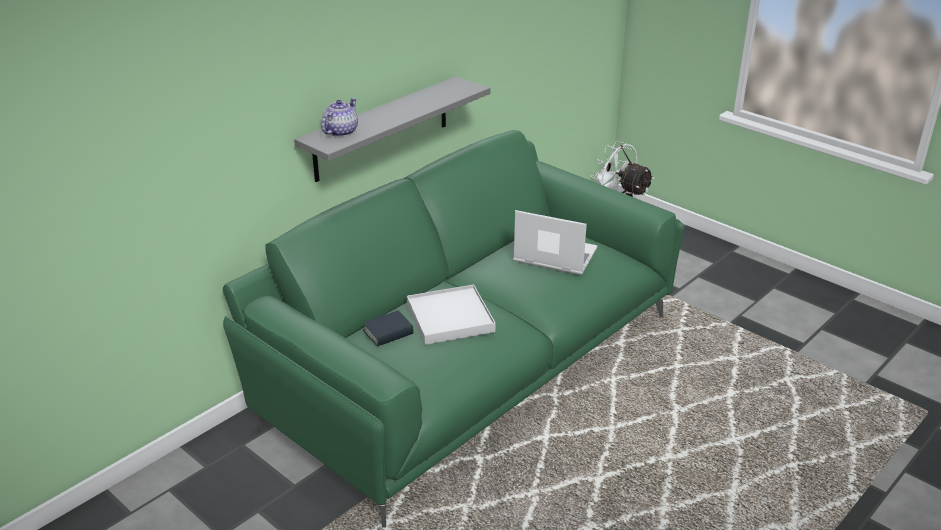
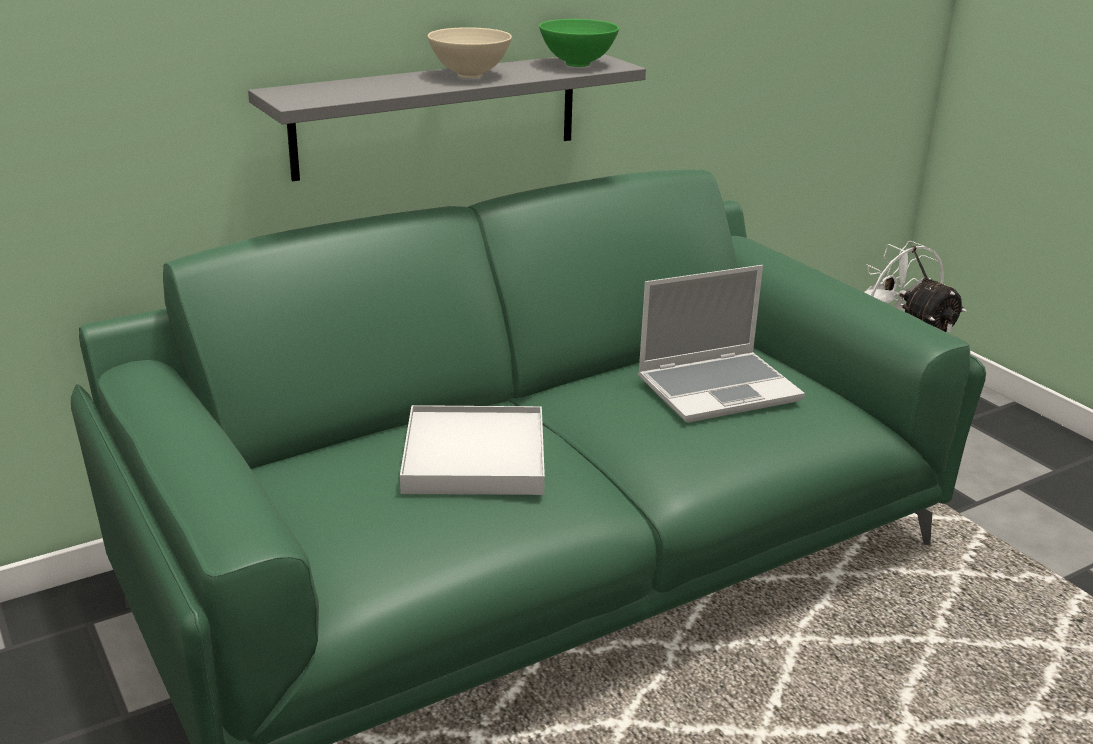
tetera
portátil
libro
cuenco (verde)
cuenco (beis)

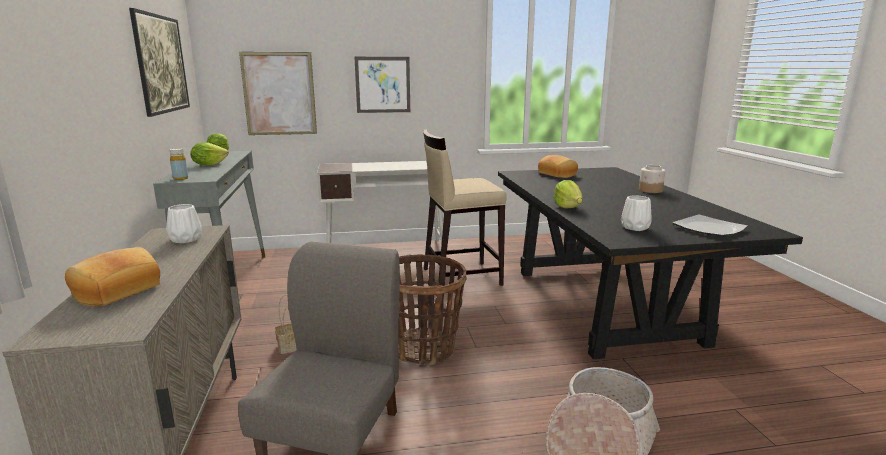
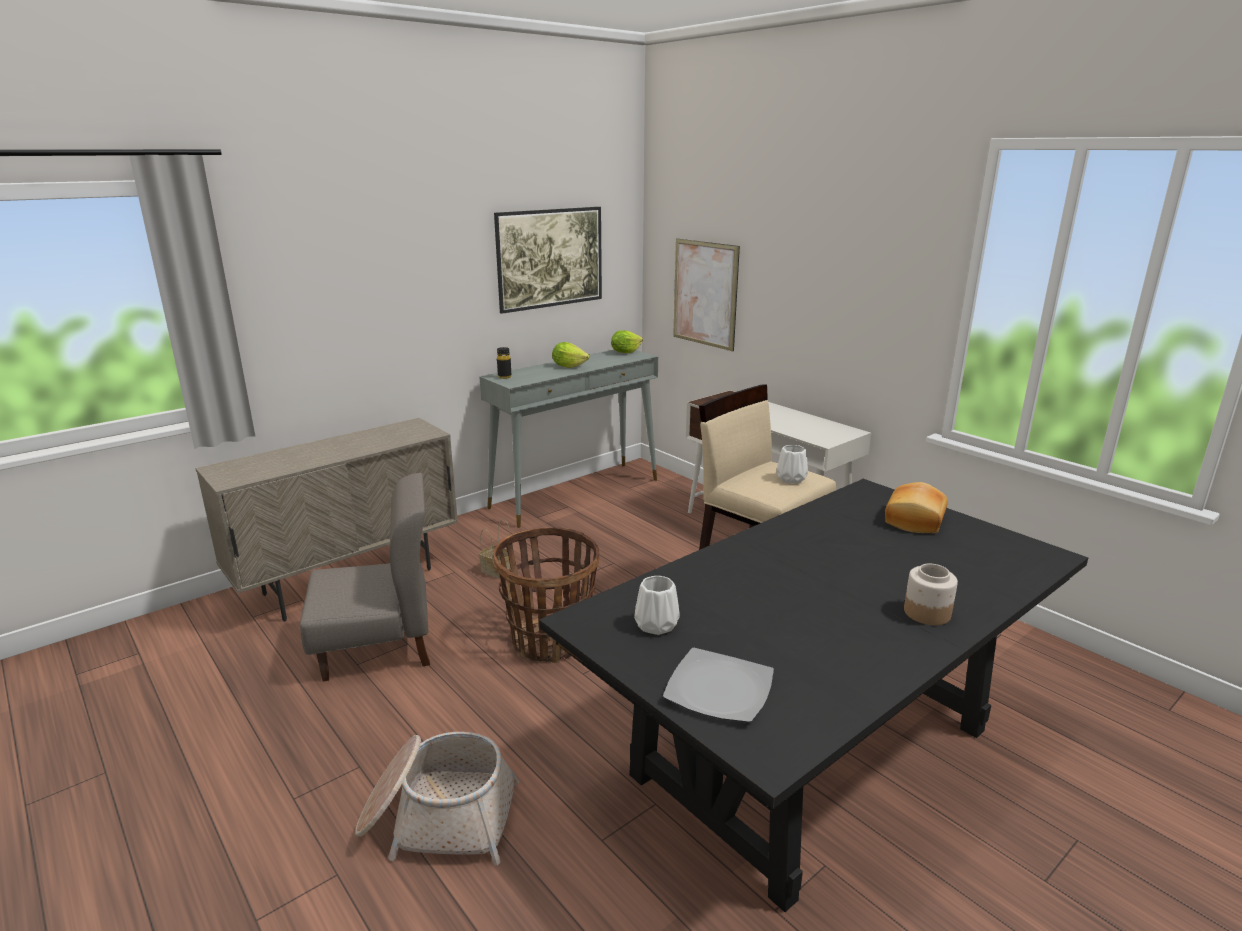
cuadro (no. 3 from left in the first image)
botella (negro)
lechuga (no. 3 from left in the first image)
florero (blanco) (no. 2 from left)
pan (no. 1 from left in the first image)

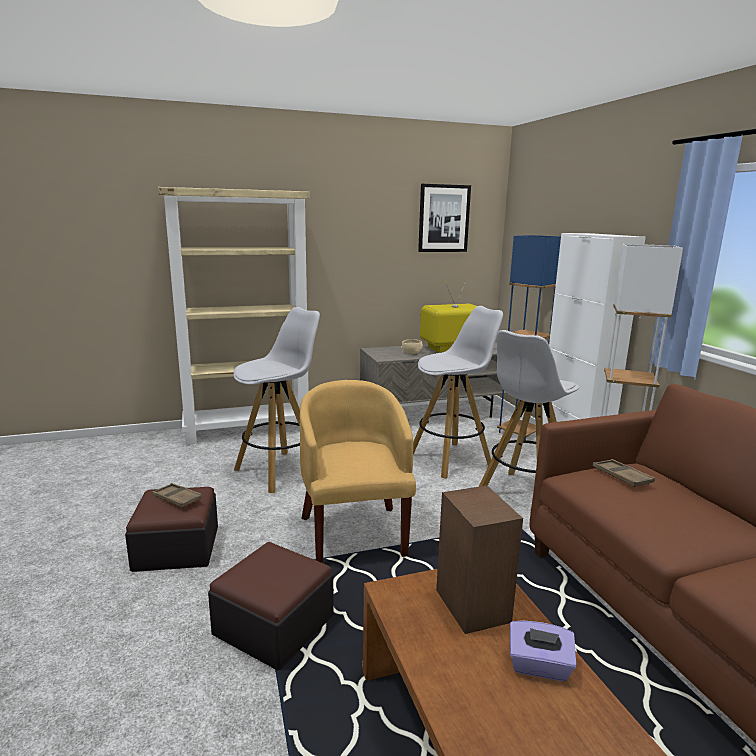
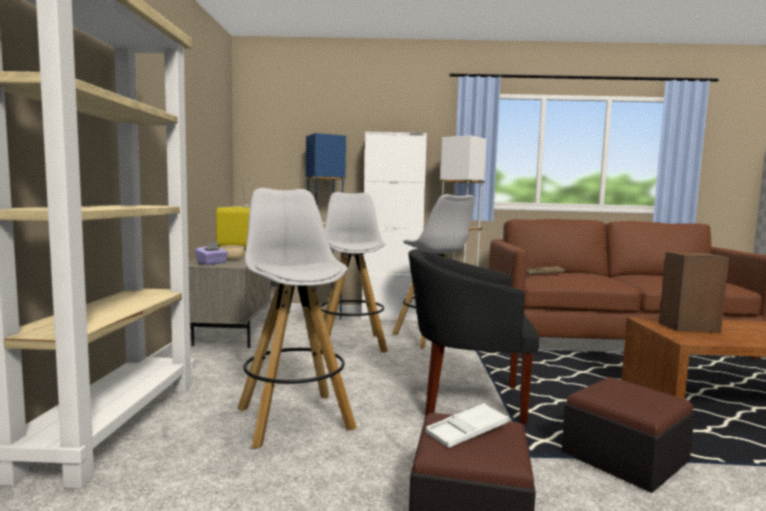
cuadro
sillón (negro)
bandeja (blanco)
caja de pañuelos (morado)

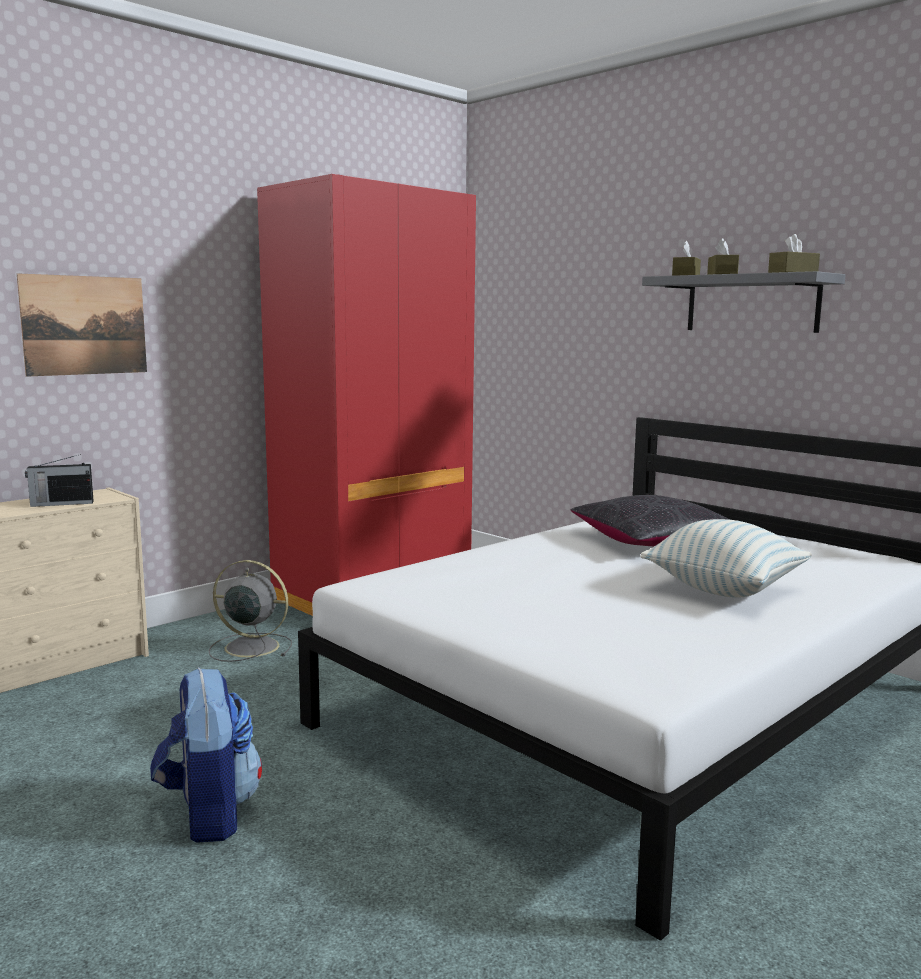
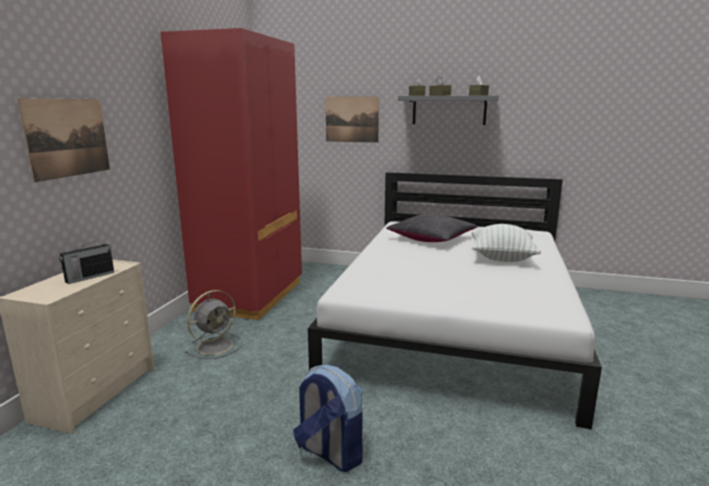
ventilador (gris)
cuadro (no. 2 from left)

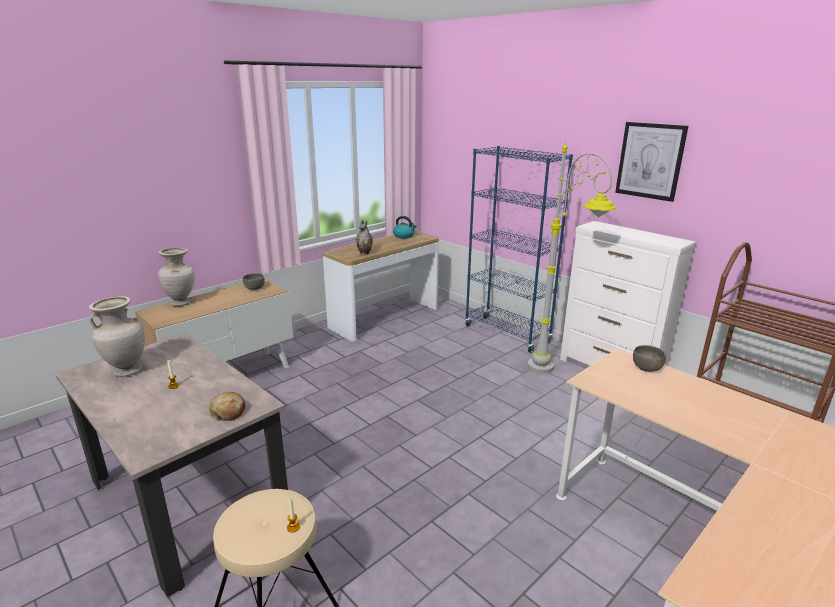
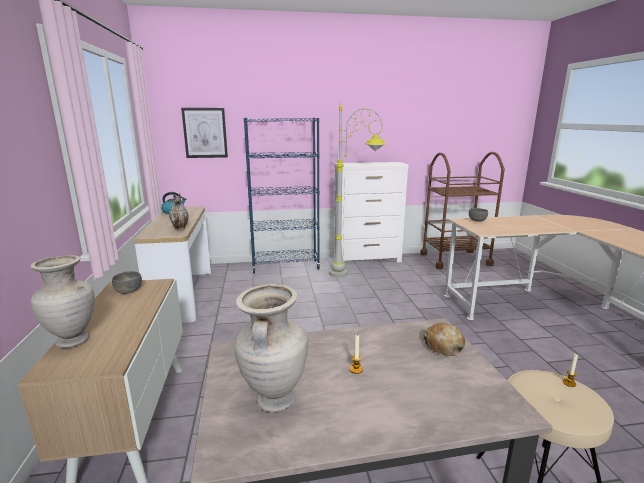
cuadro

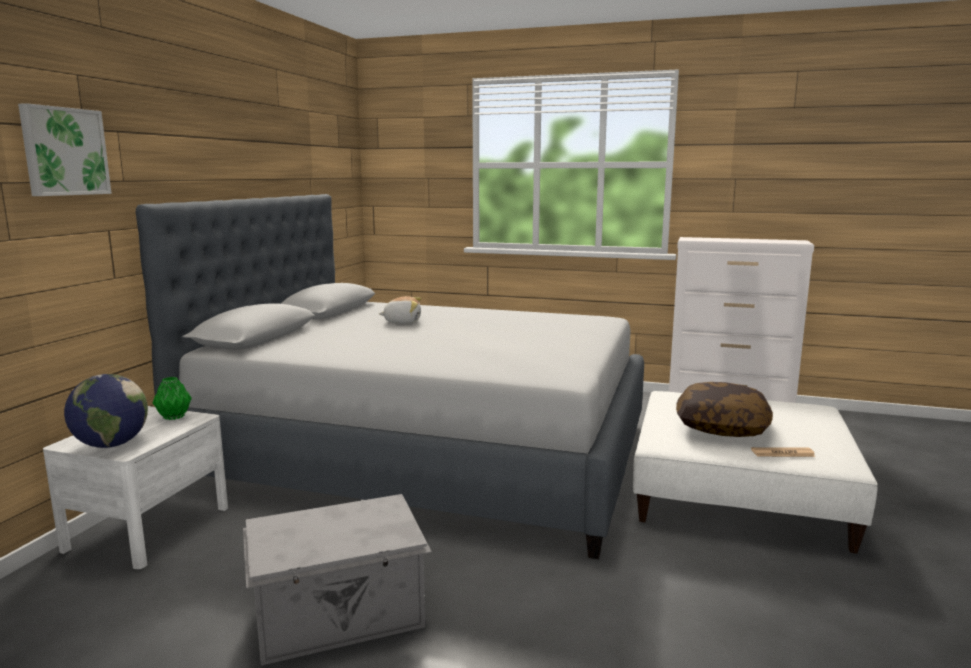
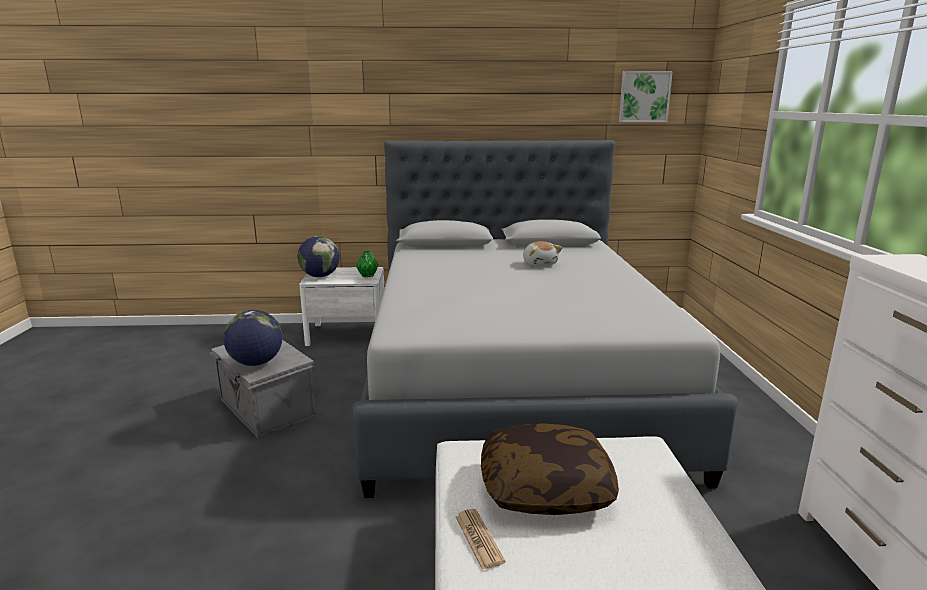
cuadro
globo terráqueo (no. 1 from left)

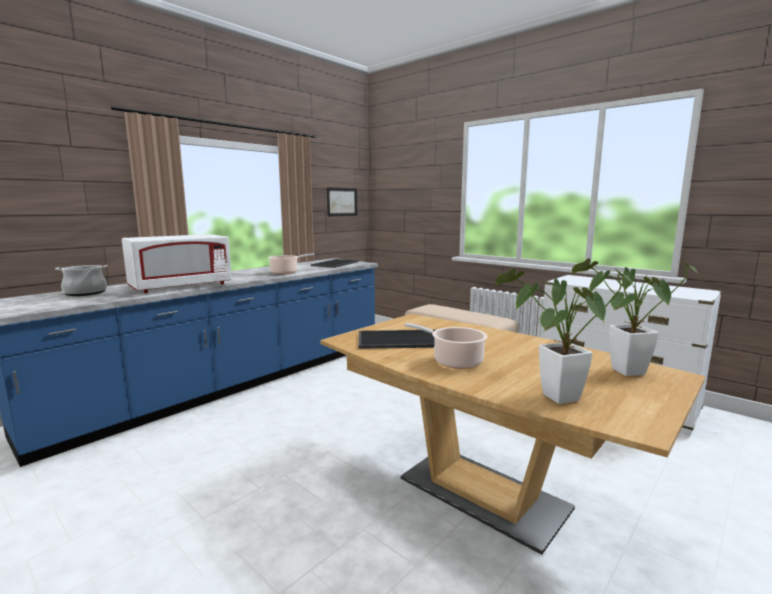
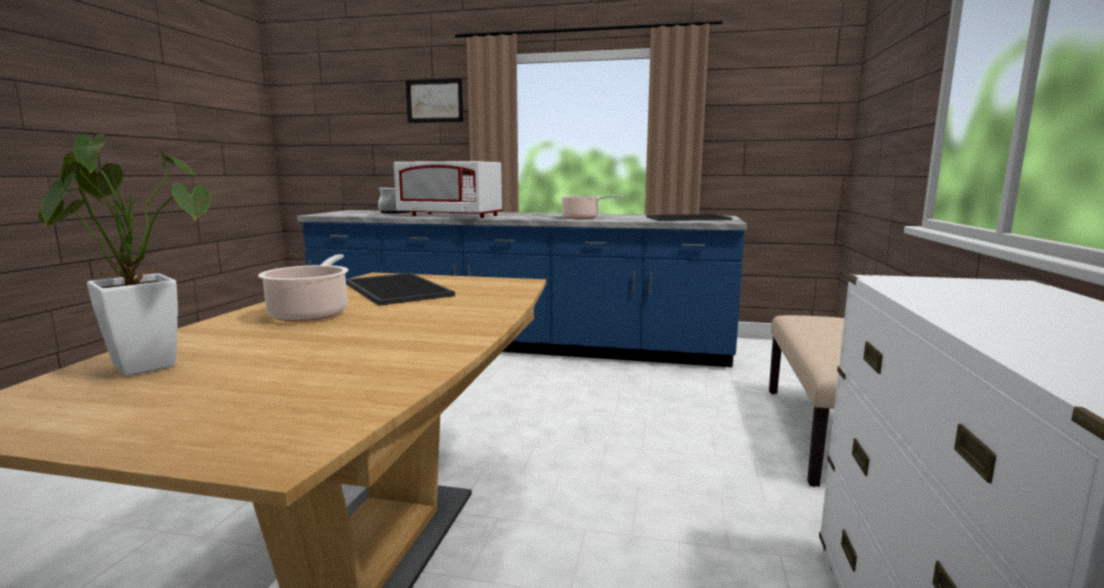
cuadro
planta en maceta (no. 2 from left in the first image)

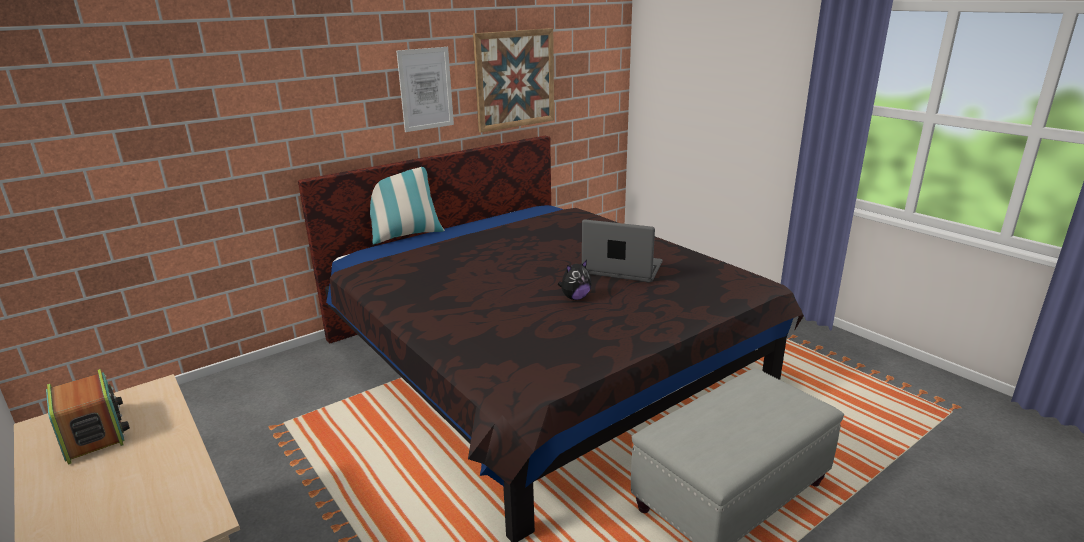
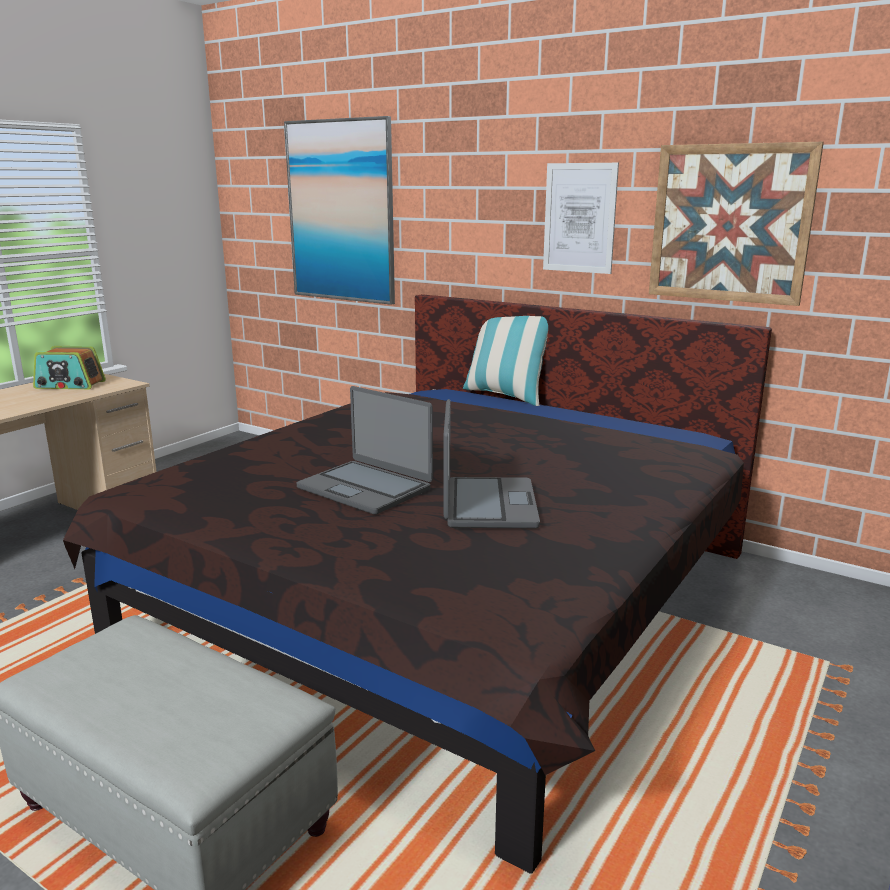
portátil (no. 1 from left)
radio
cuadro (no. 1 from left)

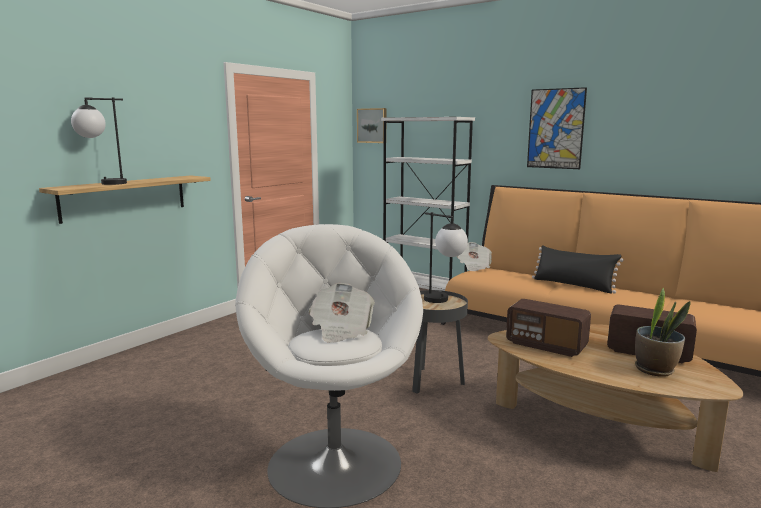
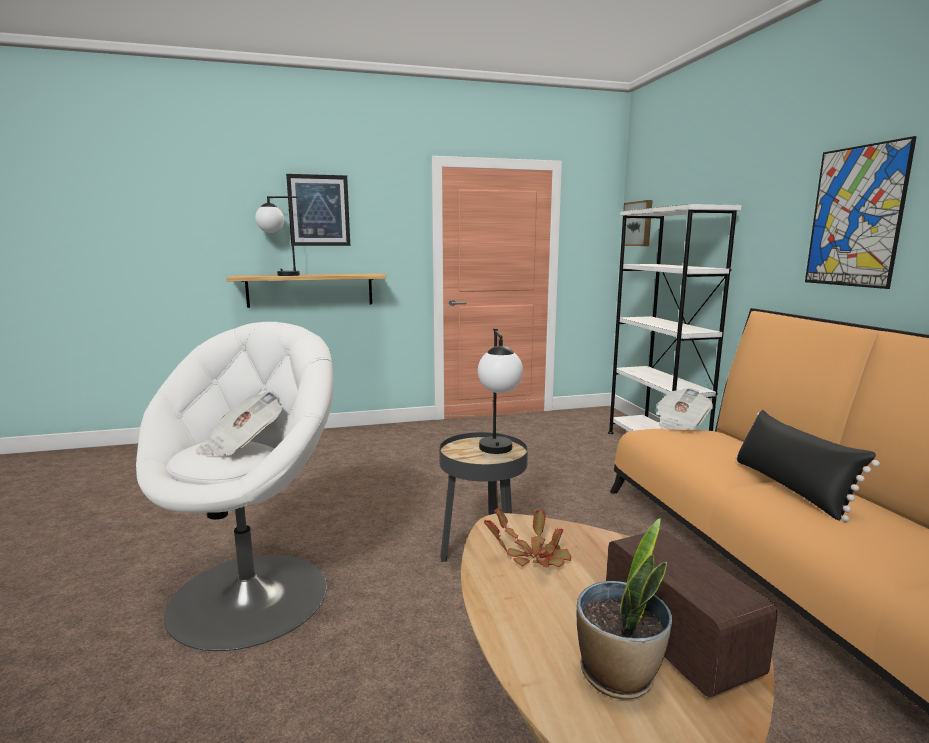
planta en maceta (no. 1 from left)
cuadro (no. 1 from left)

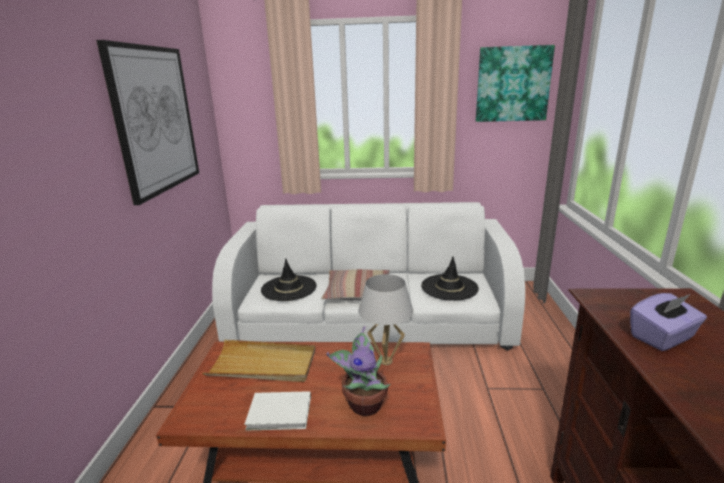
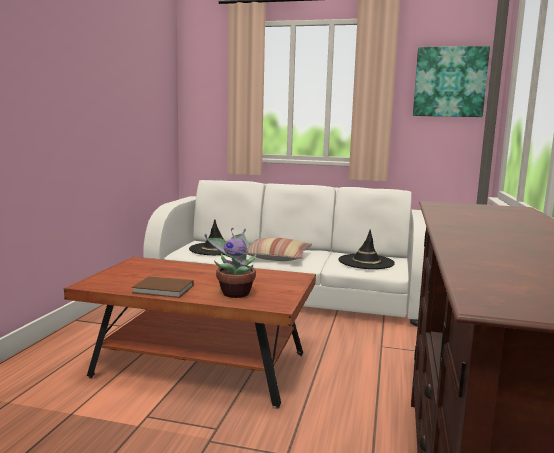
cuadro (no. 1 from left in the first image)
lámpara de mesa (blanco)
caja de pañuelos (morado)
bandeja (beis)
libro (marrón)

